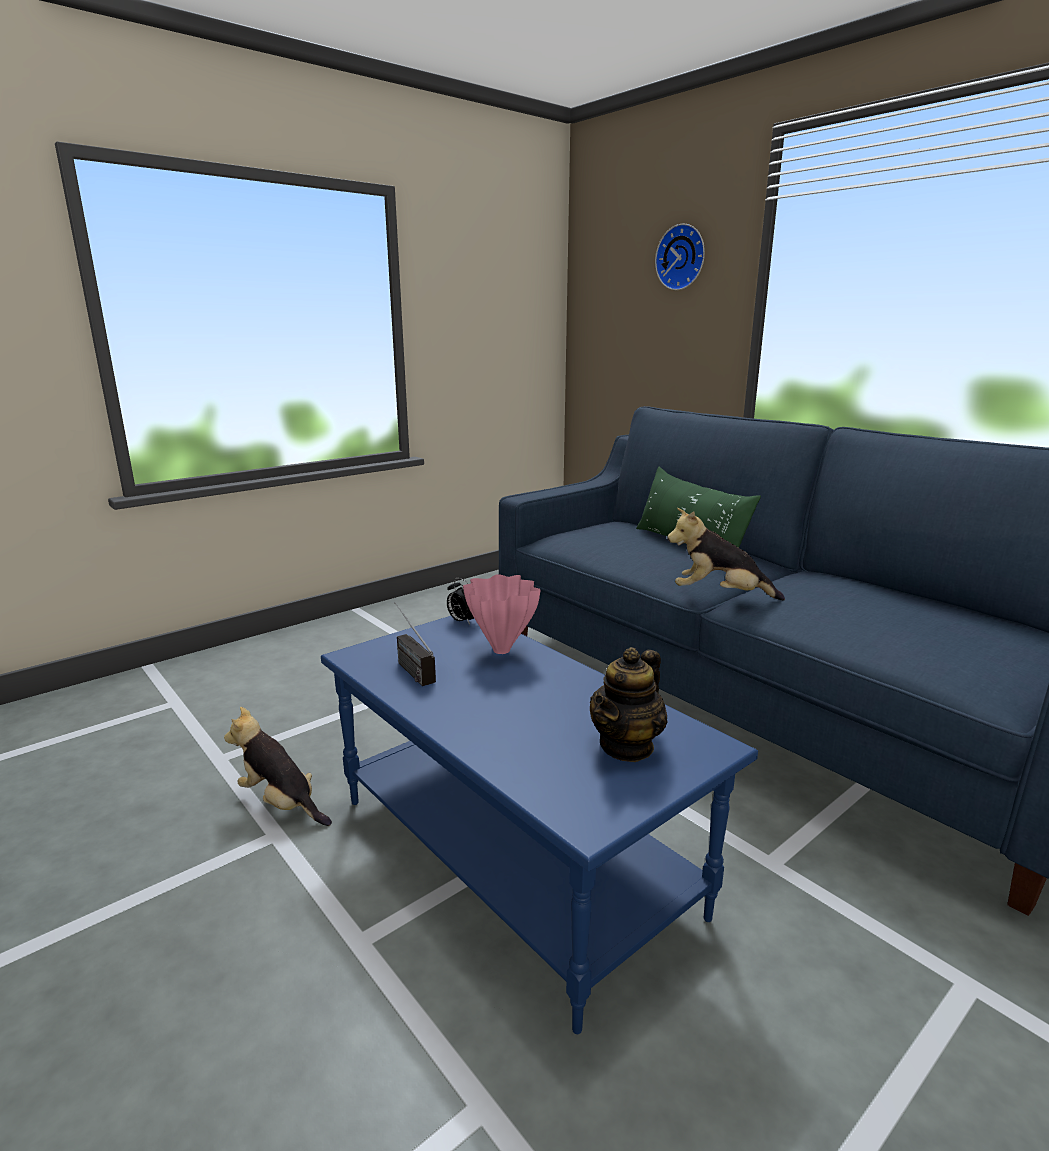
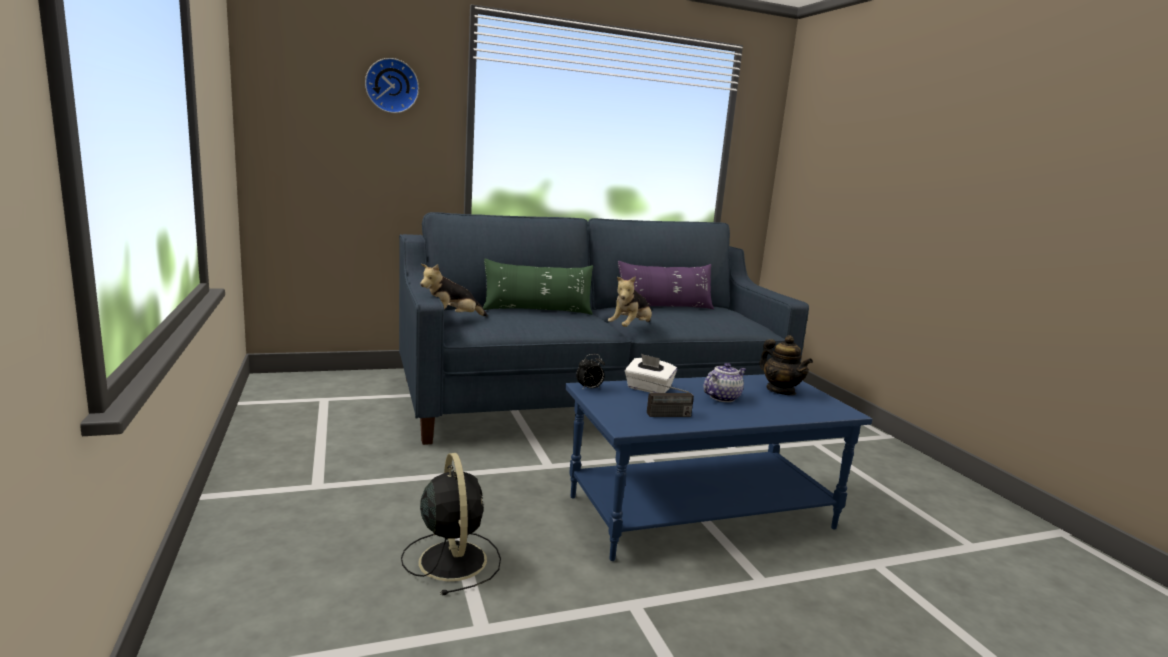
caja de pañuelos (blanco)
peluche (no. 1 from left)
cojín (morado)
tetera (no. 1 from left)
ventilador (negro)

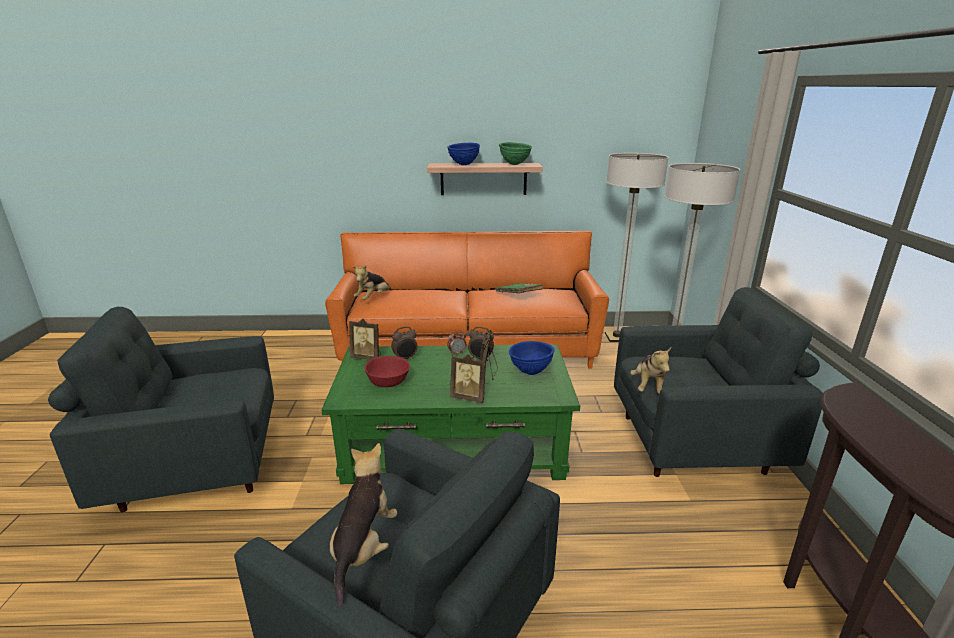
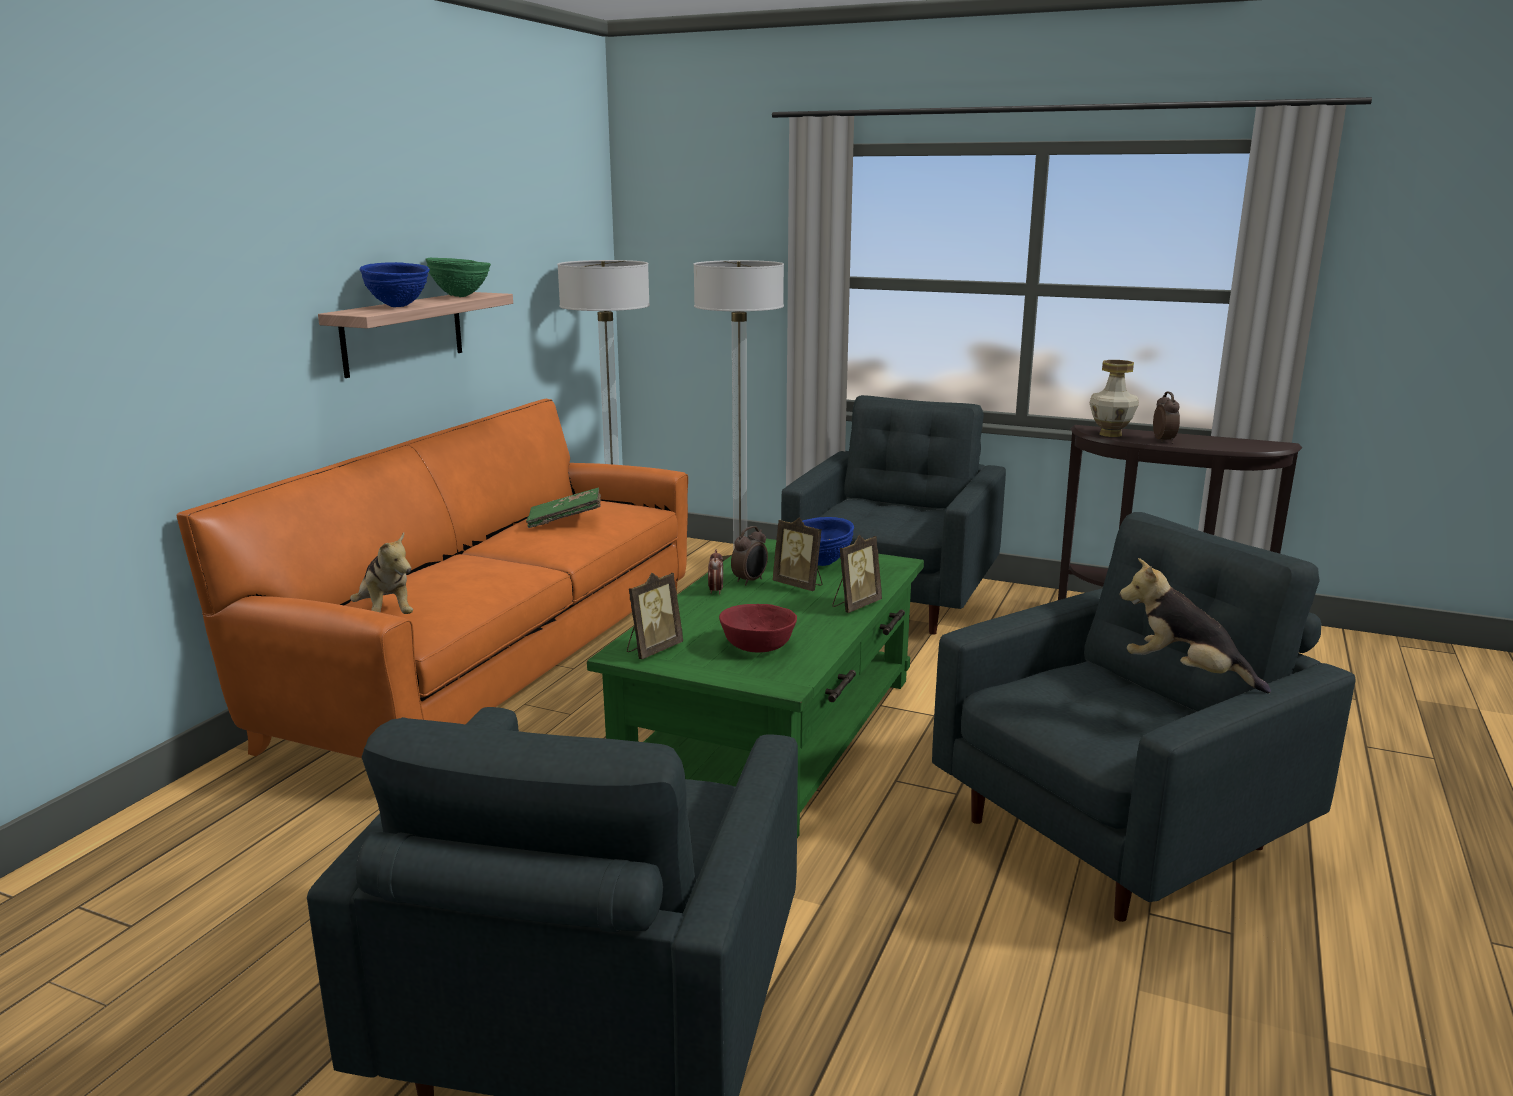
despertador (no. 3 from left)
peluche (no. 3 from left in the first image)
florero

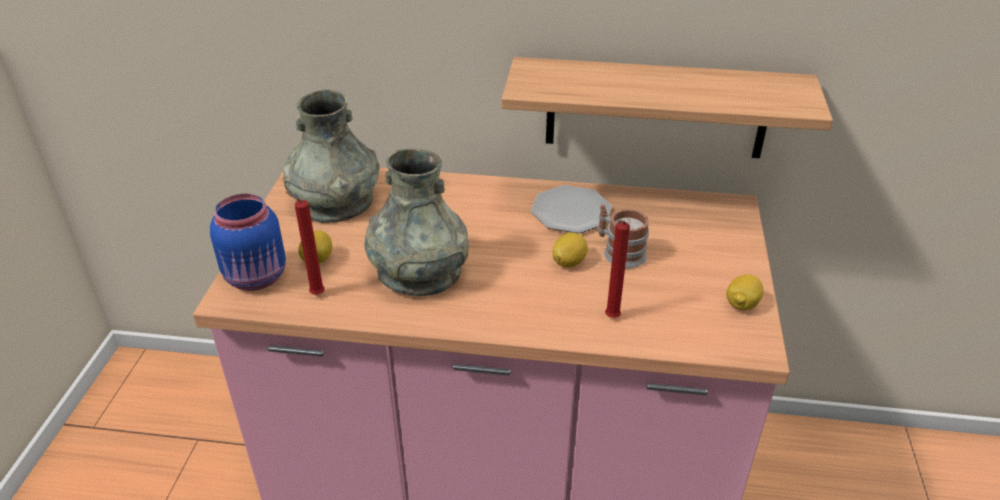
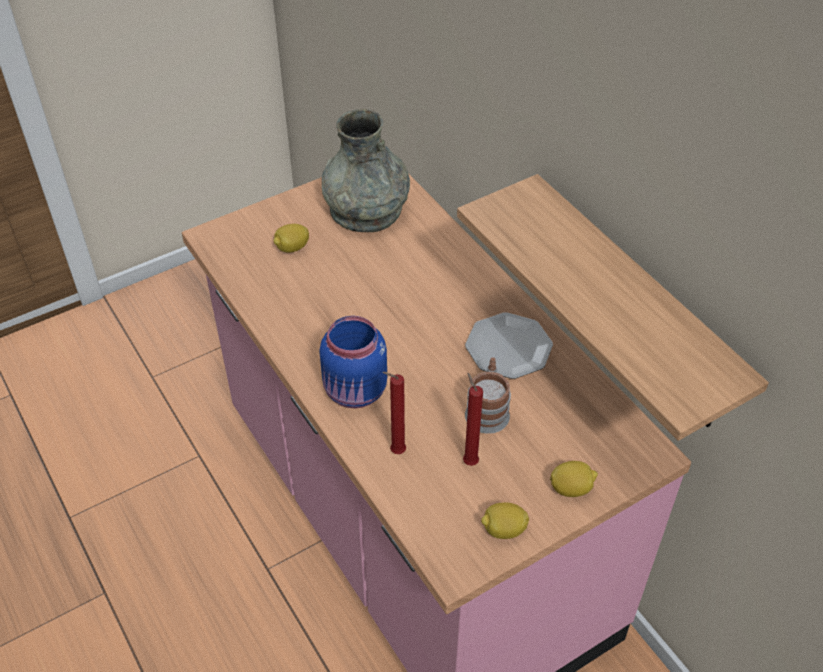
florero (gris) (no. 2 from left in the first image)
vela (rojo) (no. 2 from left)
tarro (azul)
limón (no. 3 from left)

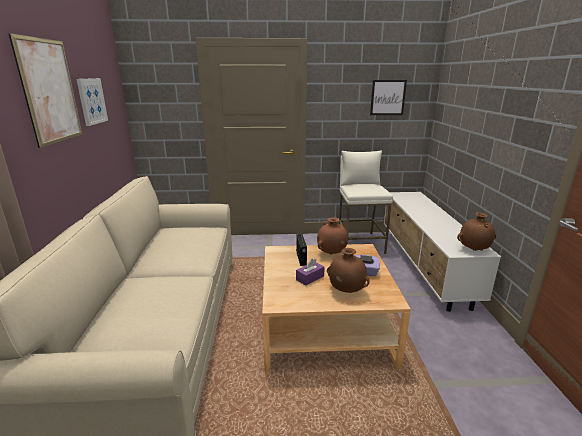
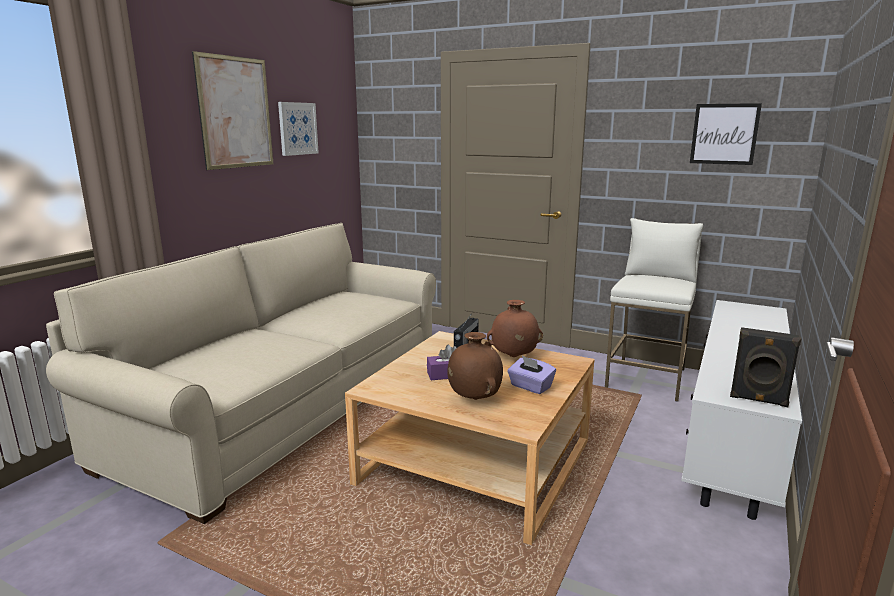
altavoz (negro)

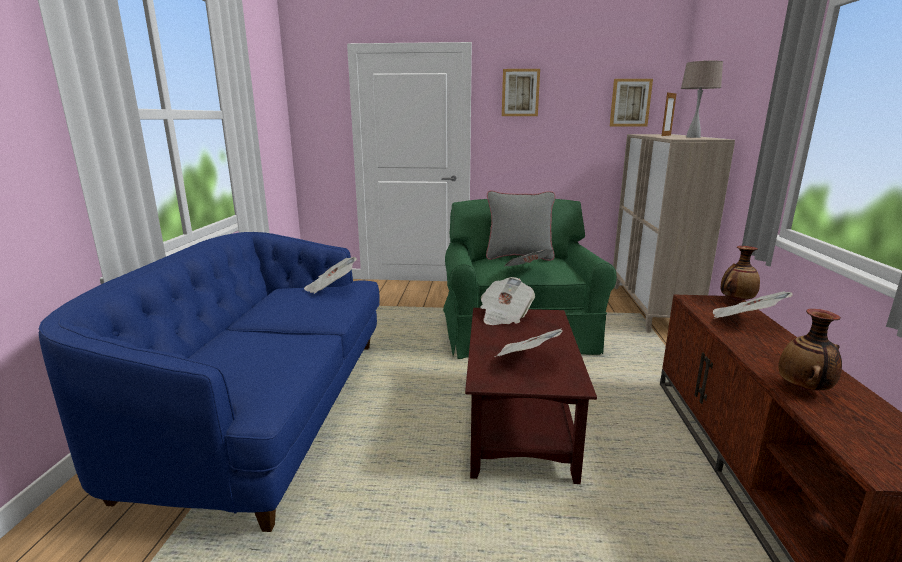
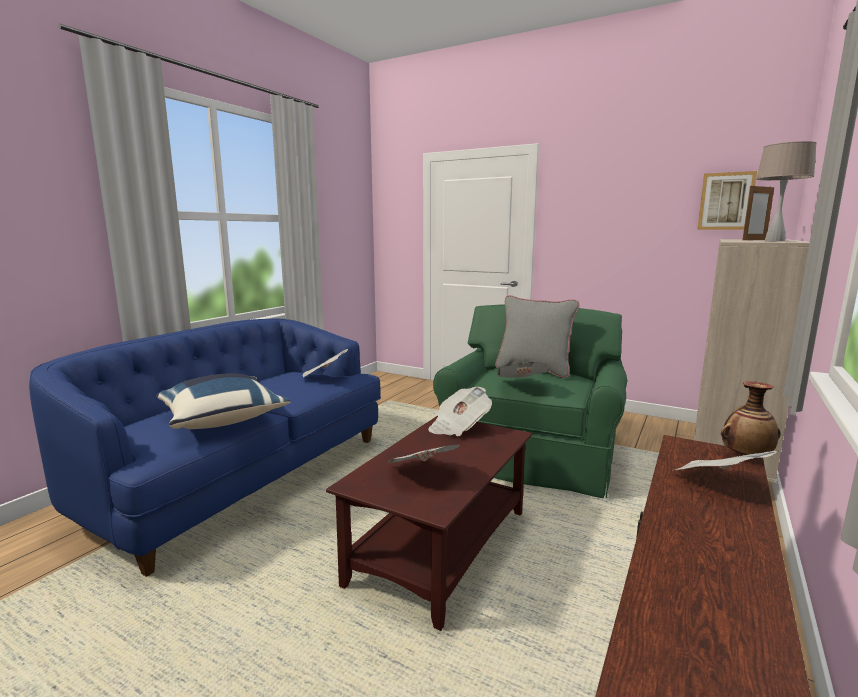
cuadro (no. 1 from left in the first image)
florero (no. 2 from left in the first image)
cojín (azul)

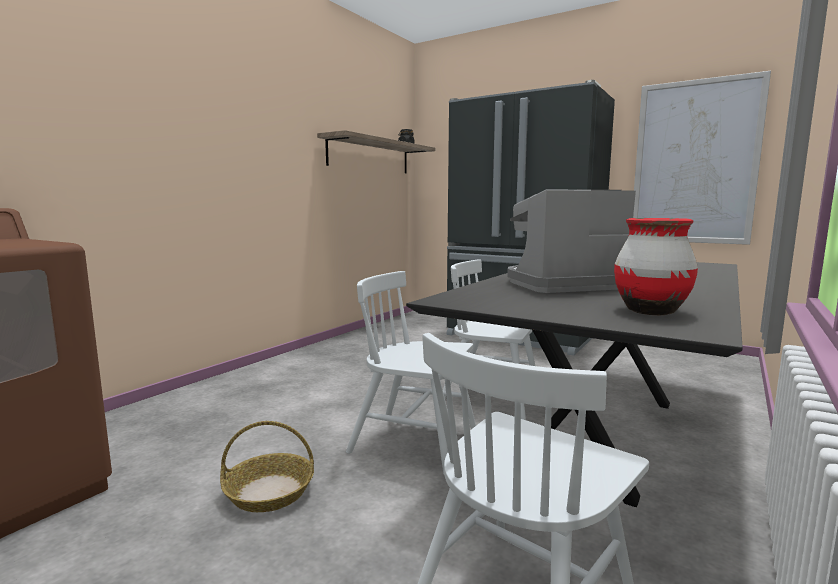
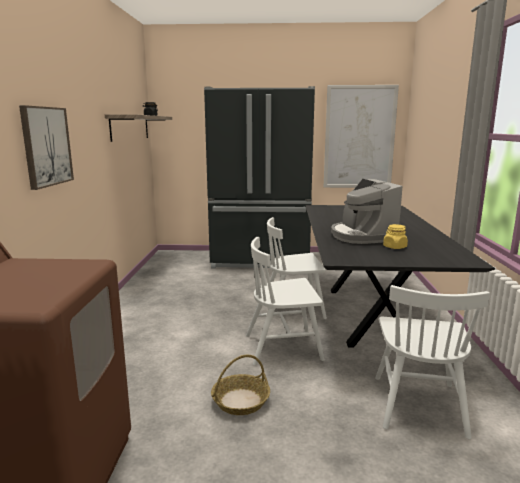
cafetera
florero (rojo)
cuadro (no. 1 from left)
tarro (amarillo)

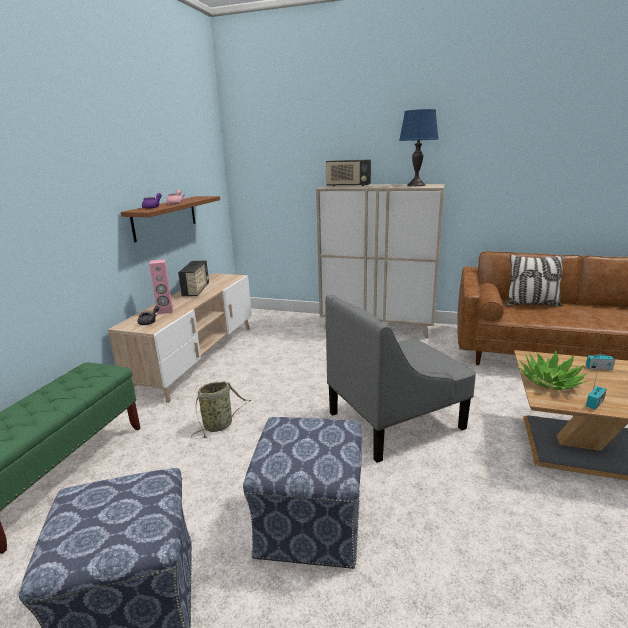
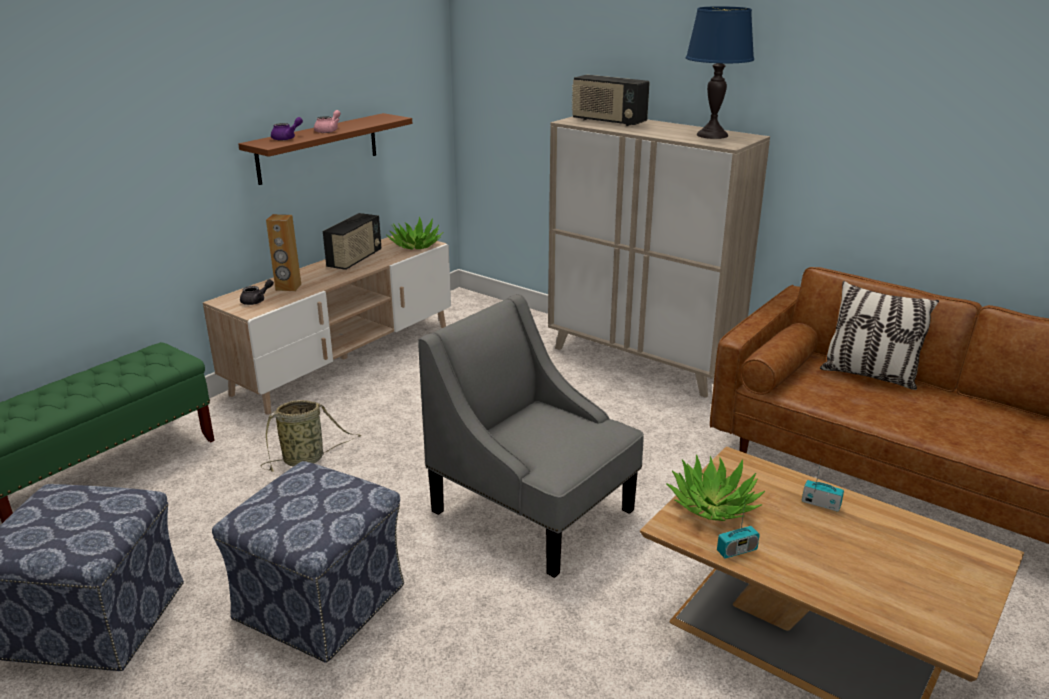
altavoz (marrón)
sillón (gris)
planta en maceta (no. 1 from left)

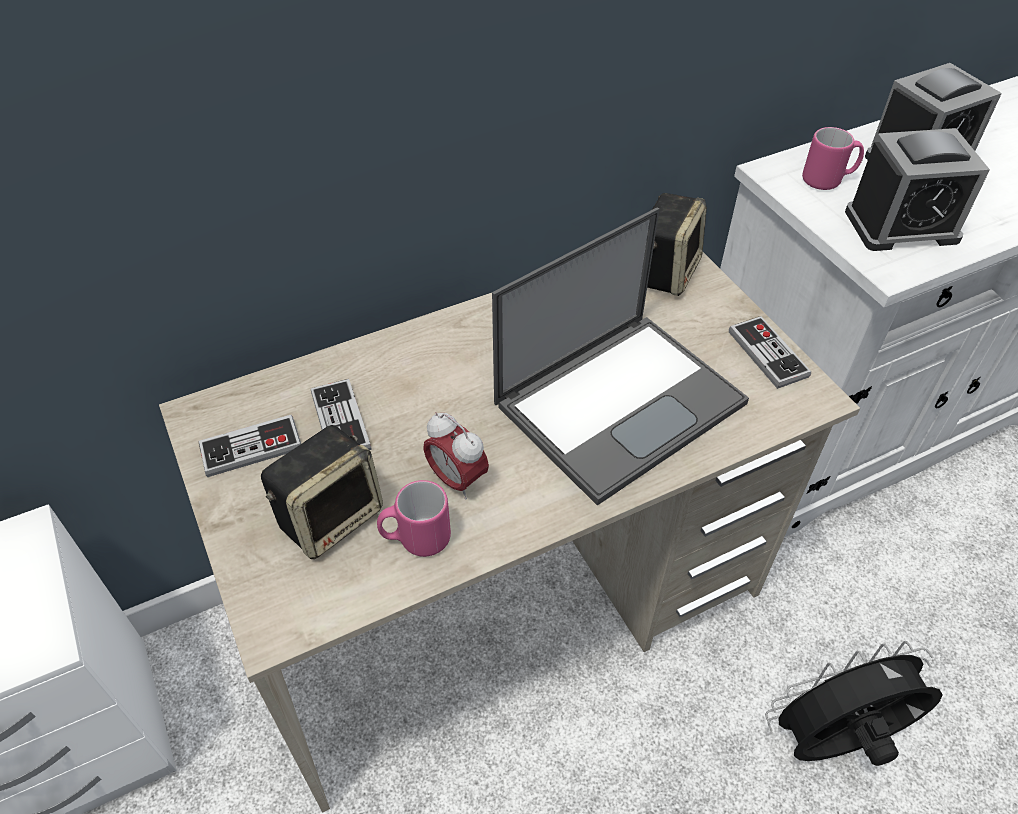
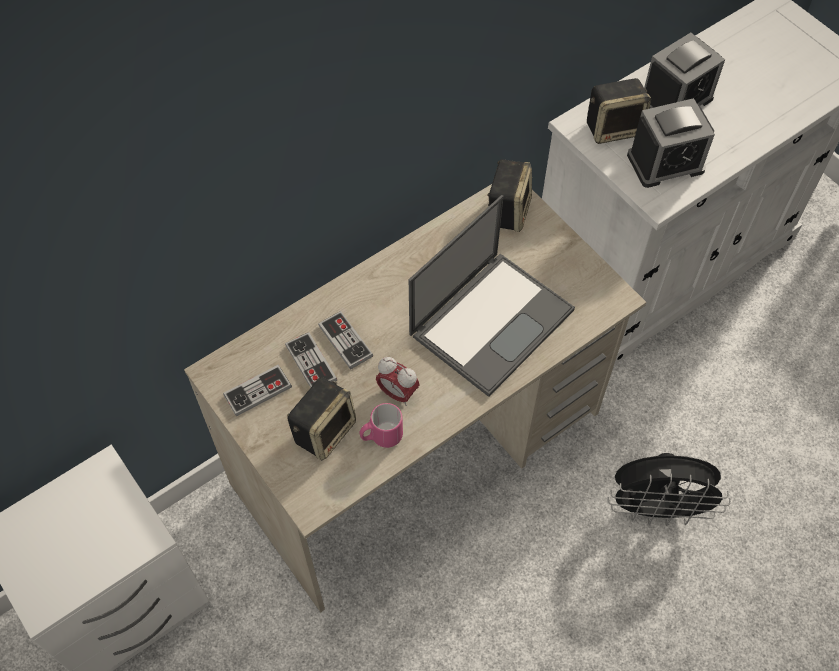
altavoz (no. 3 from left)
mando de consola (no. 3 from left)
ventilador (negro)

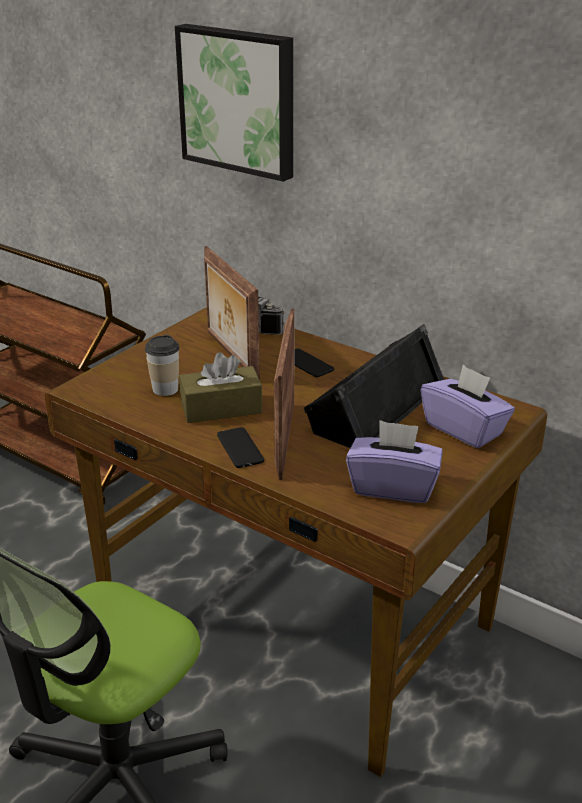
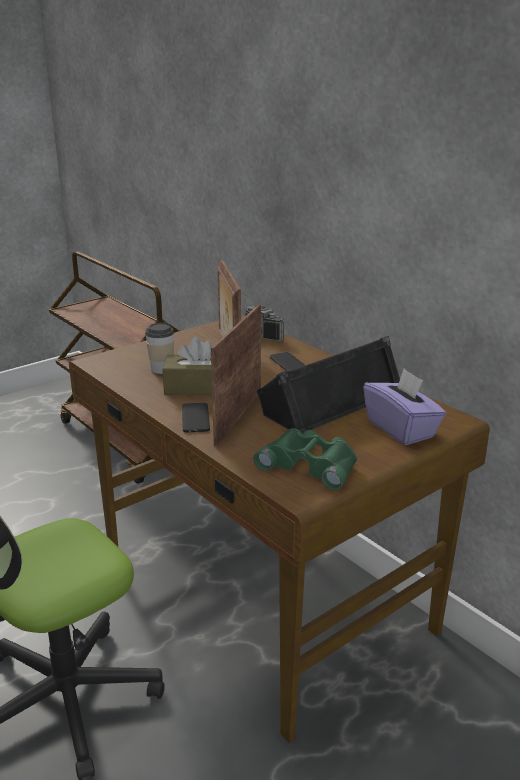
cuadro
prismáticos (verde)

